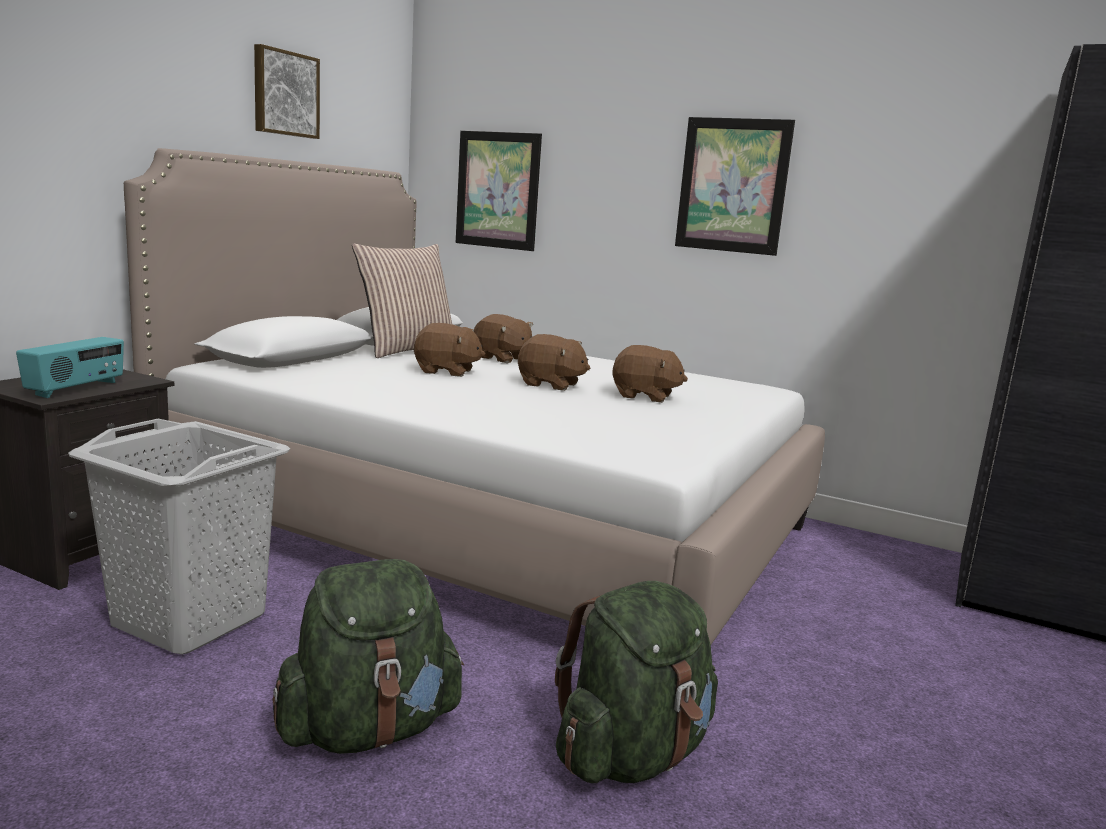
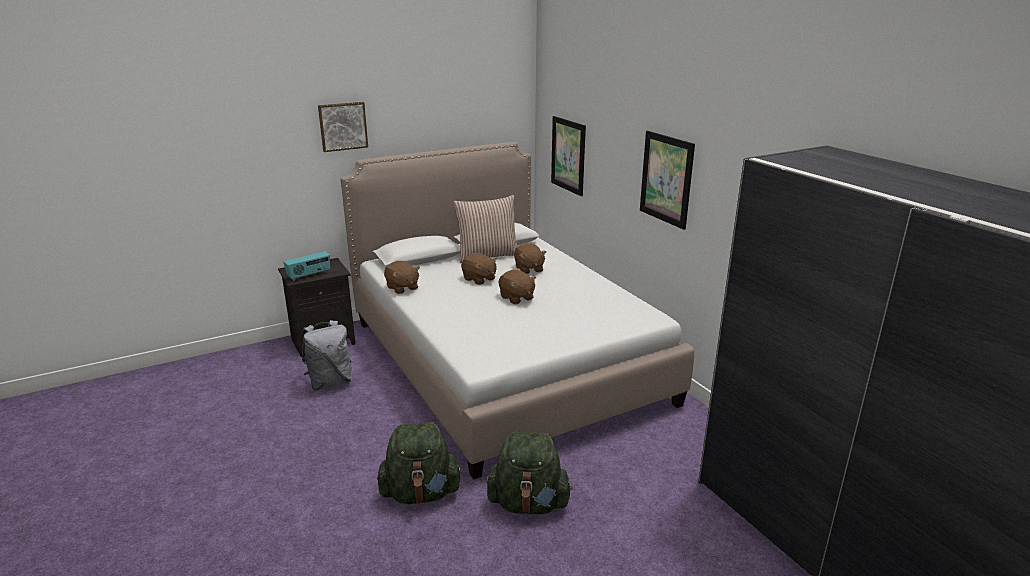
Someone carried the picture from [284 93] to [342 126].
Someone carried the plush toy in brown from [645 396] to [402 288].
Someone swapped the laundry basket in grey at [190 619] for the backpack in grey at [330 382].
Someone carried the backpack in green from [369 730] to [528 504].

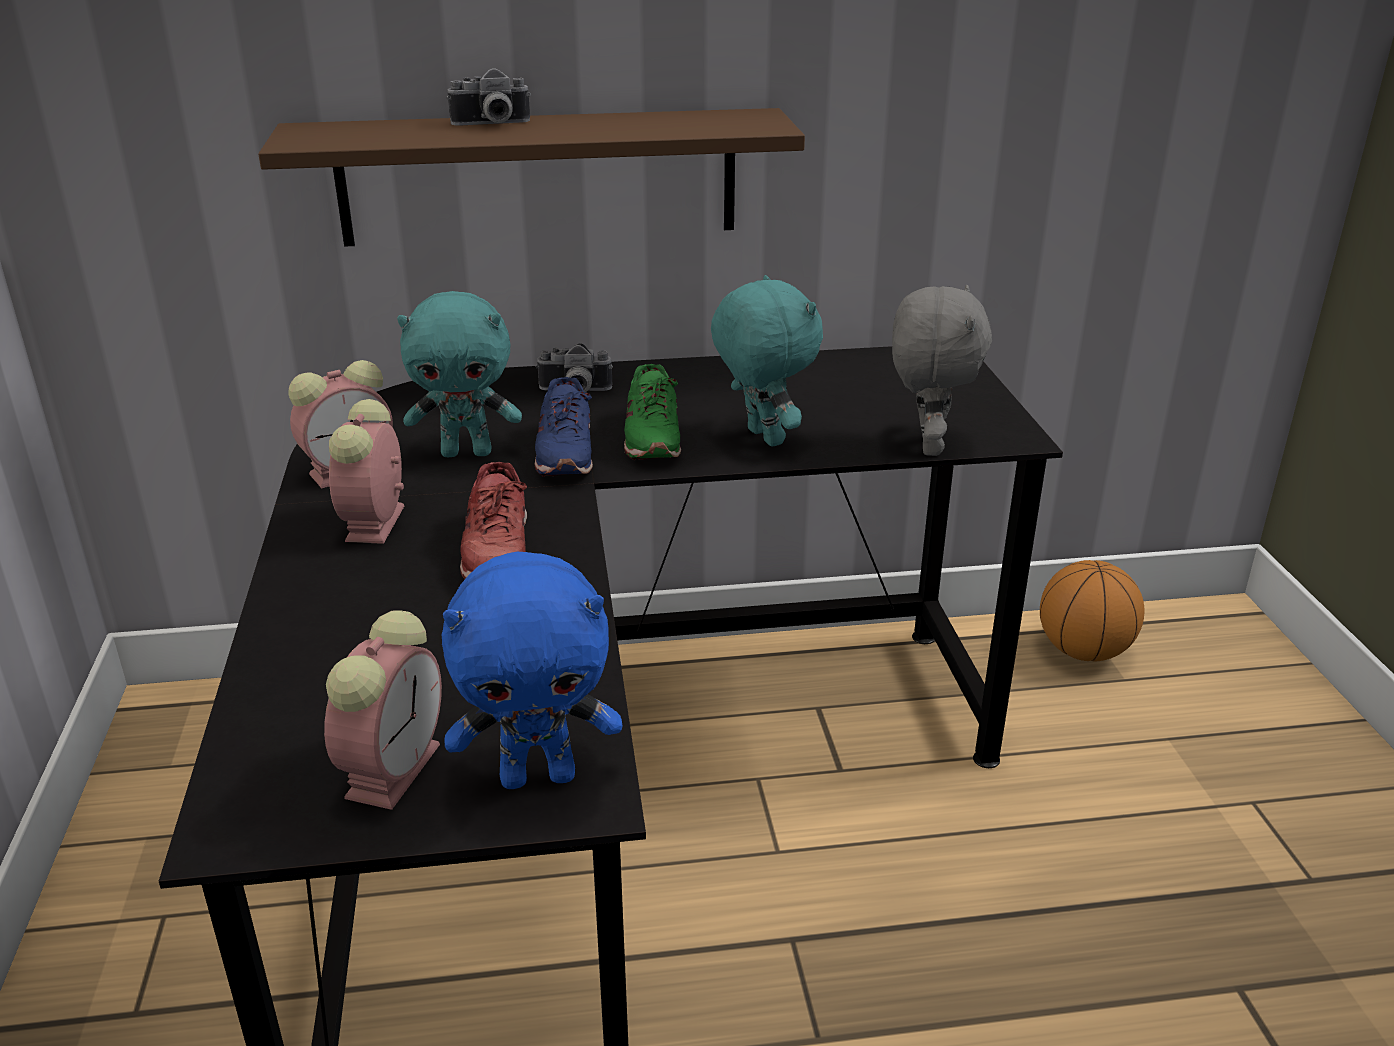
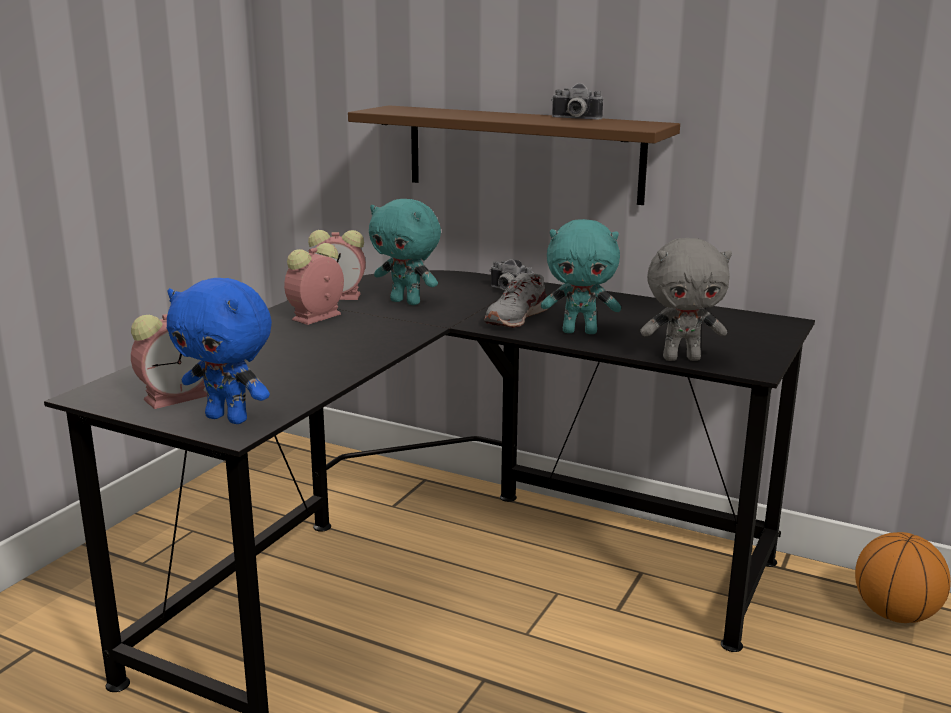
Someone carried the photo camera from [491 124] to [574 118].
Someone rotated the plush toy in turquoise at [762 437] by 90 degrees clockwise.
Someone rotated the plush toy in grey at [927 445] by 45 degrees clockwise.
Someone repainted the shoe in green at [651 436], which became the shoe in grey at [516 317].
Someone took away the shoe in blue at [564 451].
Someone took away the shoe in red at [496 549].

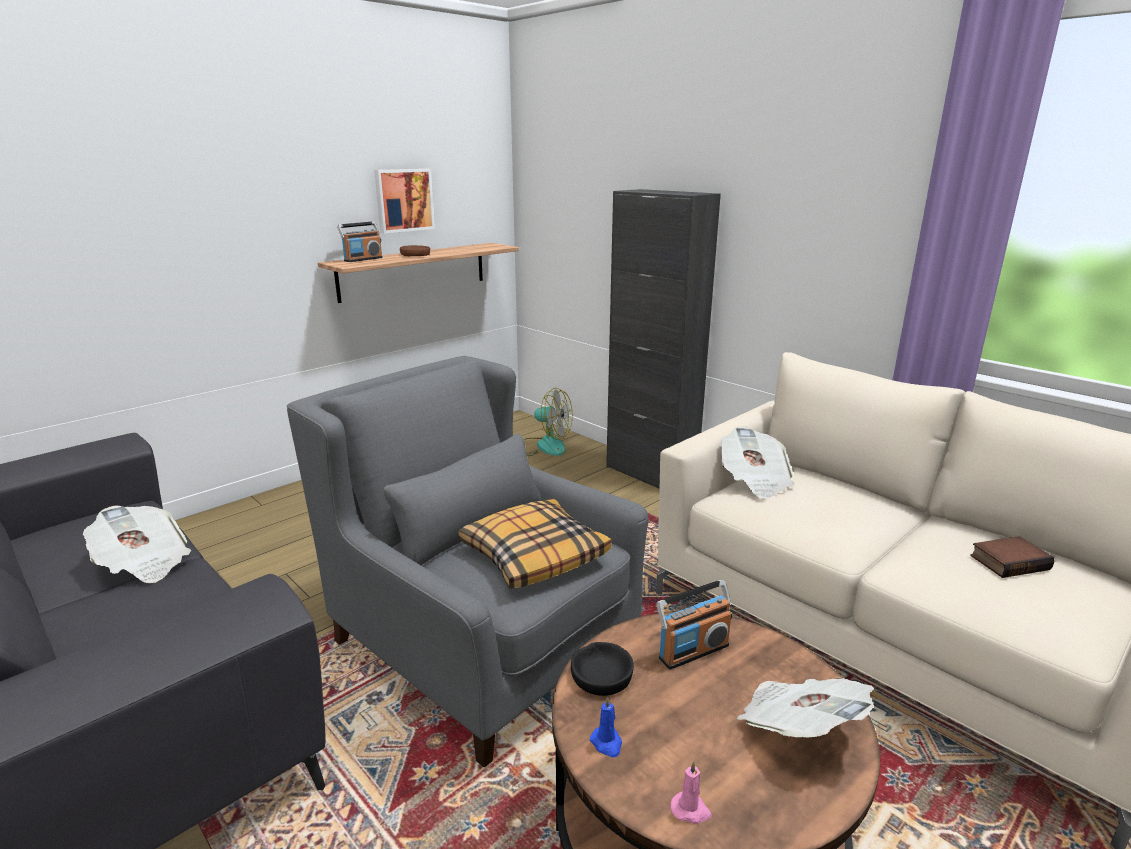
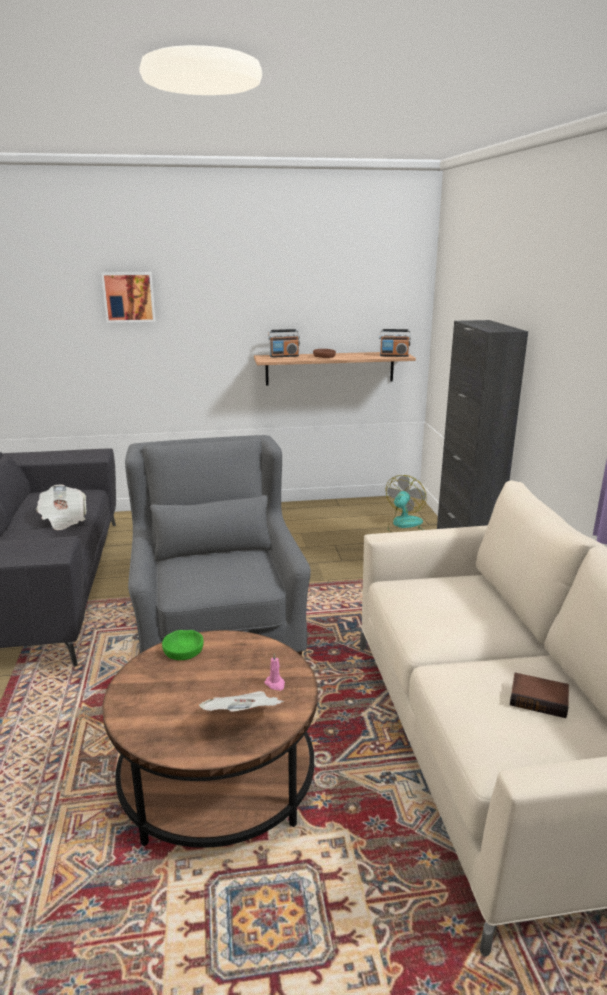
Someone carried the picture from [403 200] to [129 297].
Someone rotated the fan at [543 446] by 120 degrees counterclockwise.
Someone took away the newspaper at [754 481].
Someone took away the pillow at [533 555].
Someone carried the radio from [693 651] to [394 355].
Someone repainted the bowl in black at [601 675], which became the bowl in green at [183 649].
Someone took away the candle in blue at [607 743].
Someone carried the candle in pink from [691 810] to [275 684].

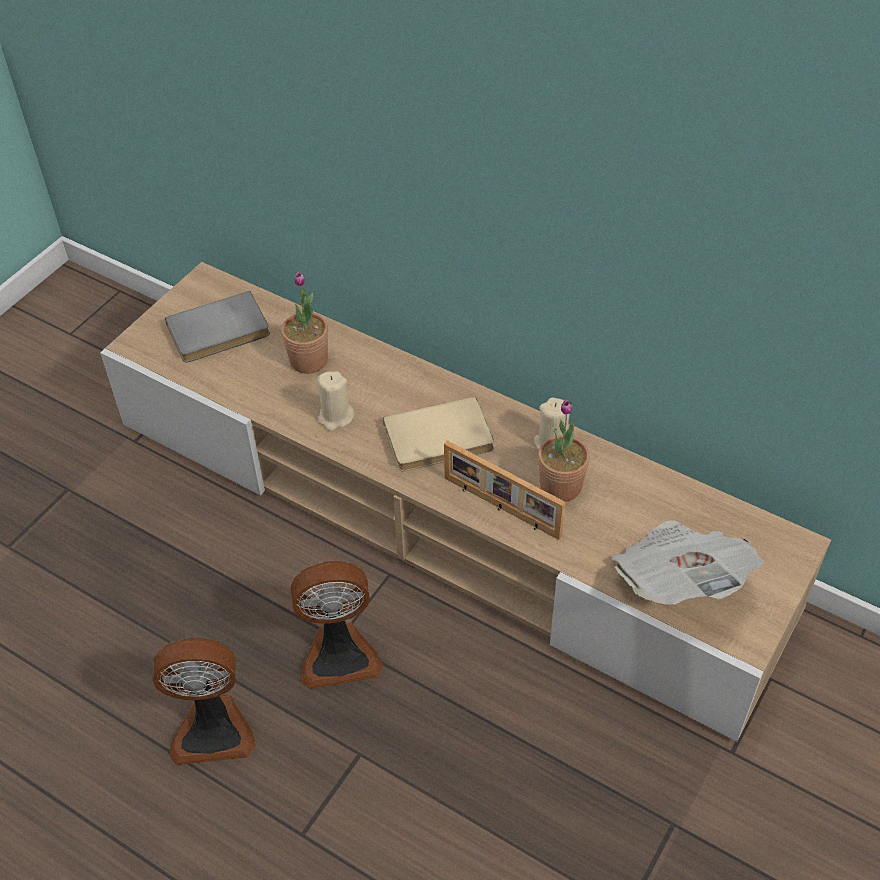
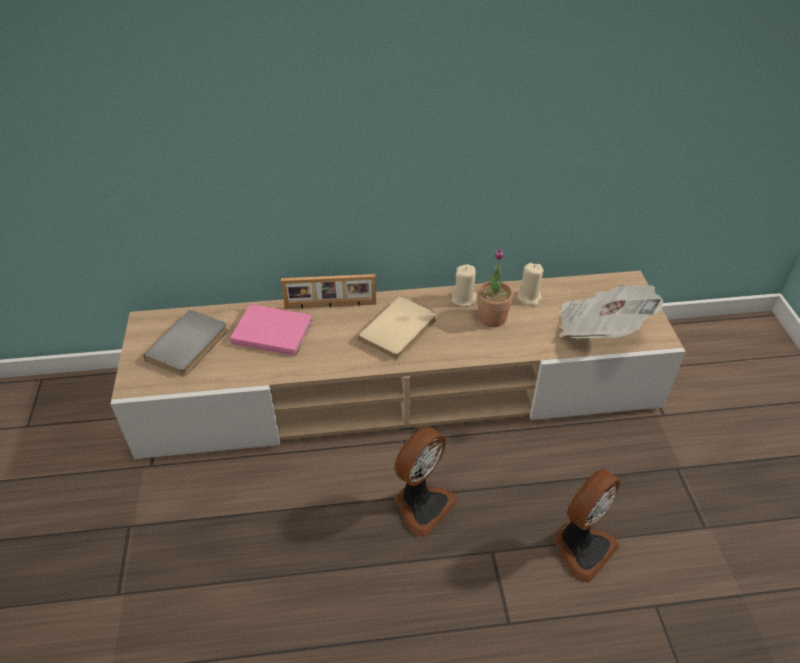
Someone swapped the potted plant at [309 360] for the book in pink at [271 331].
Someone carried the candle in beige from [335 417] to [529 297].
Someone carried the picture frame from [500 508] to [330 306].
Someone carried the fan from [213 728] to [581 547].

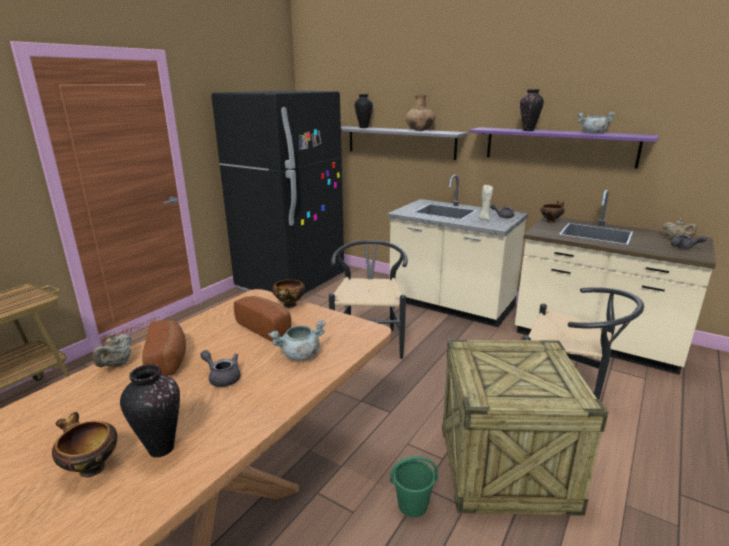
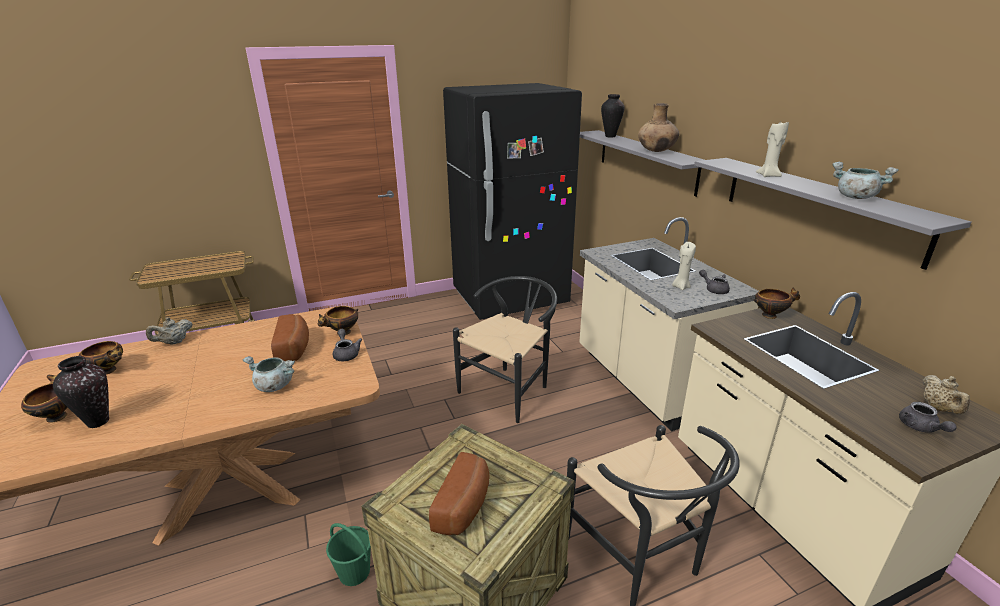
Someone swapped the vase at [528 130] for the candle in beige at [768 175].
Someone repainted the shelf in purple at [558 146], which became the shelf in grey at [817 206].
Someone carried the bread from [169 360] to [465 506].
Someone carried the teapot in grey from [222 377] to [346 354].
Someone put down the bowl at [109 370].

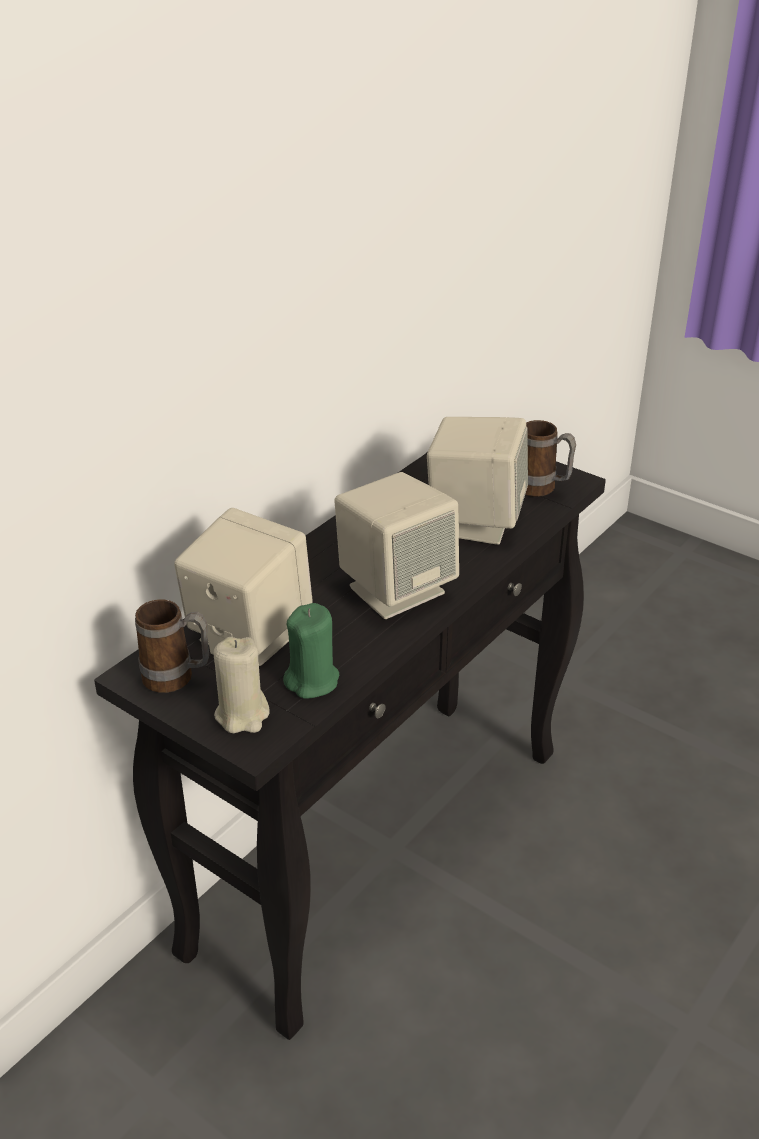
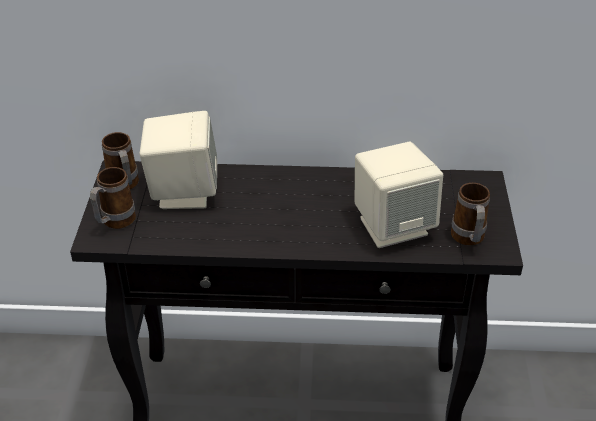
Someone took away the speaker in beige at [396 589].
Someone took away the candle in green at [312 681].
Someone swapped the candle in beige at [242 715] for the mug at [114 223].

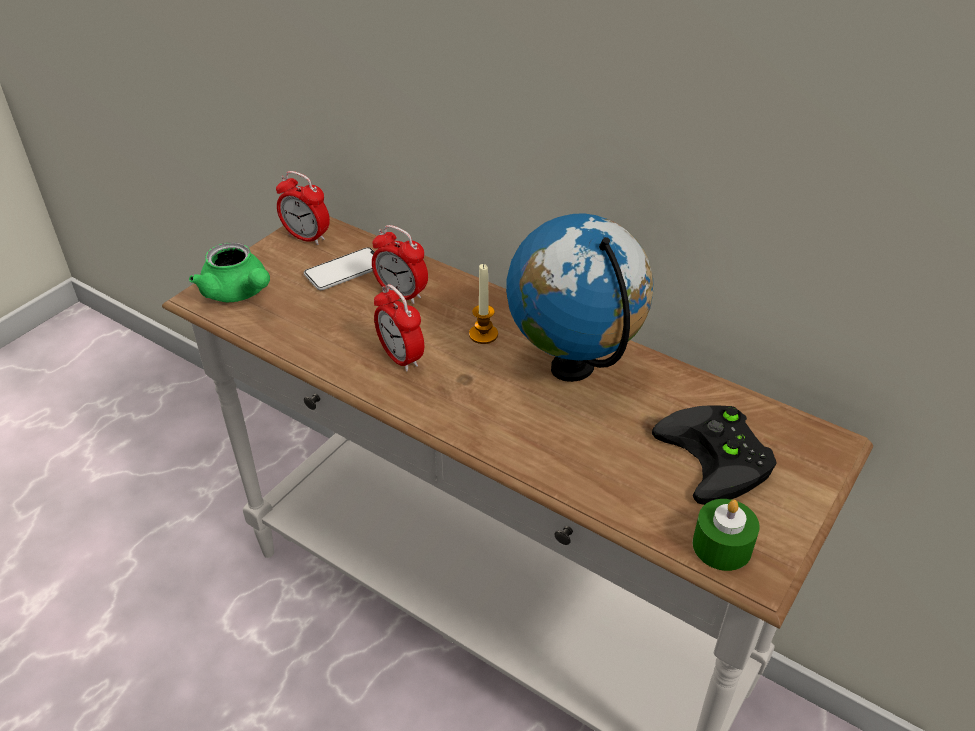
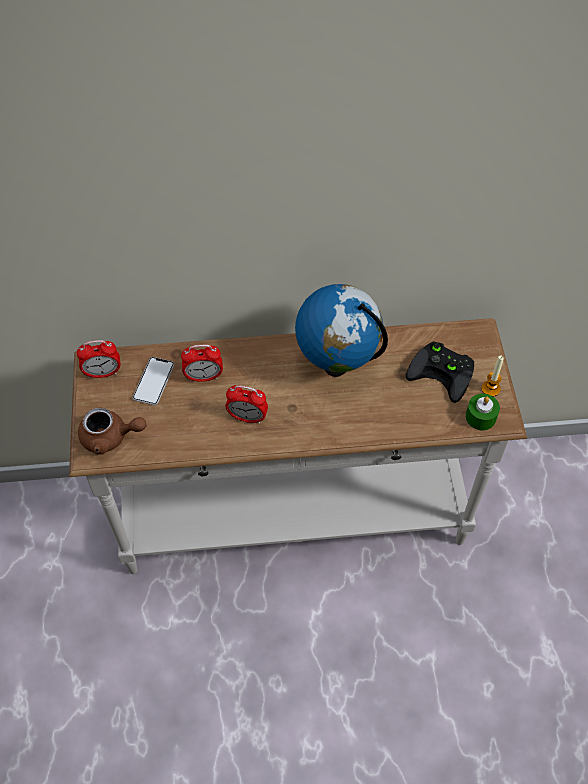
Someone repainted the teapot in green at [239 293], which became the teapot in brown at [110 437].
Someone carried the candle from [483 334] to [490 389].

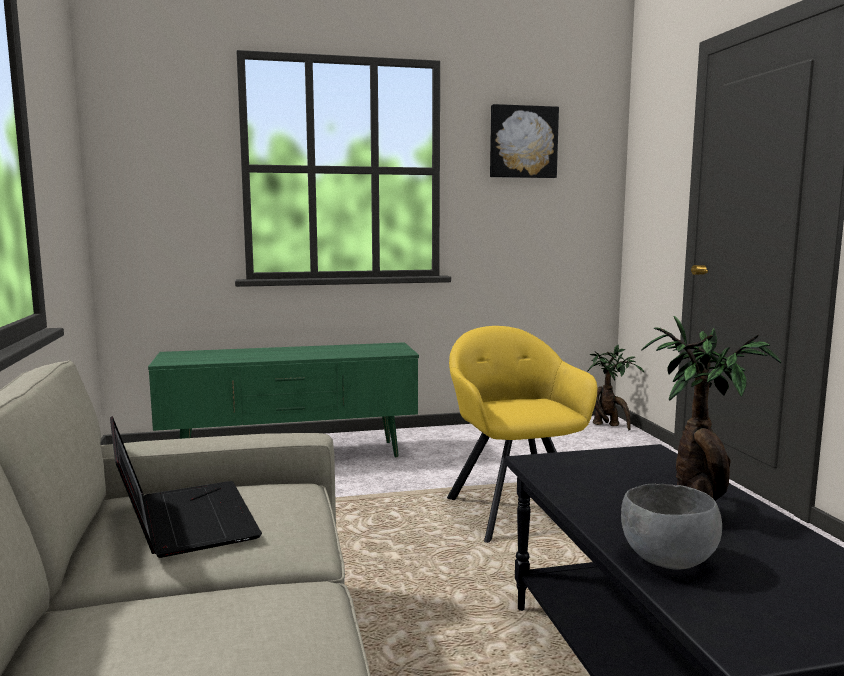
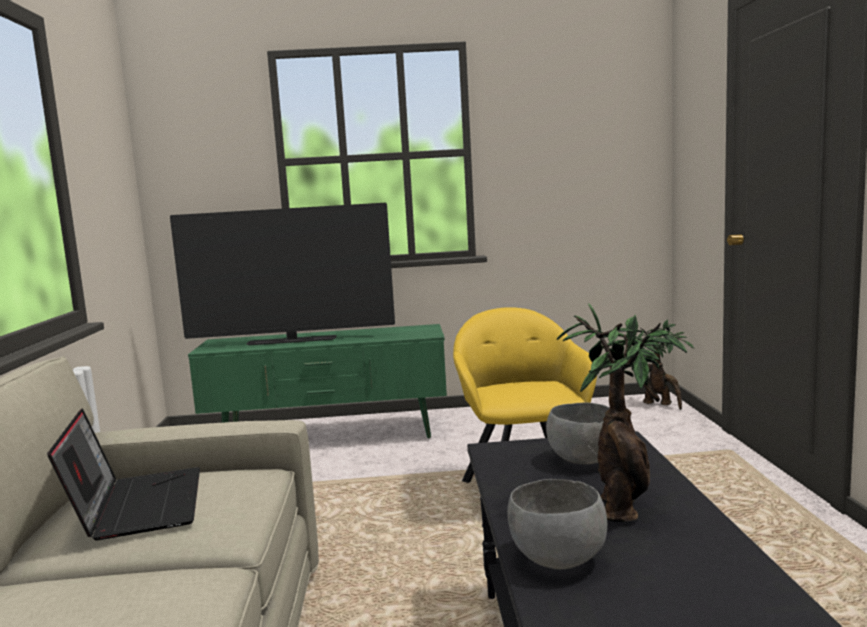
Someone took away the picture at [523 142].
Someone put down the television at [292 341].
Someone put down the bowl in grey at [583 460].

